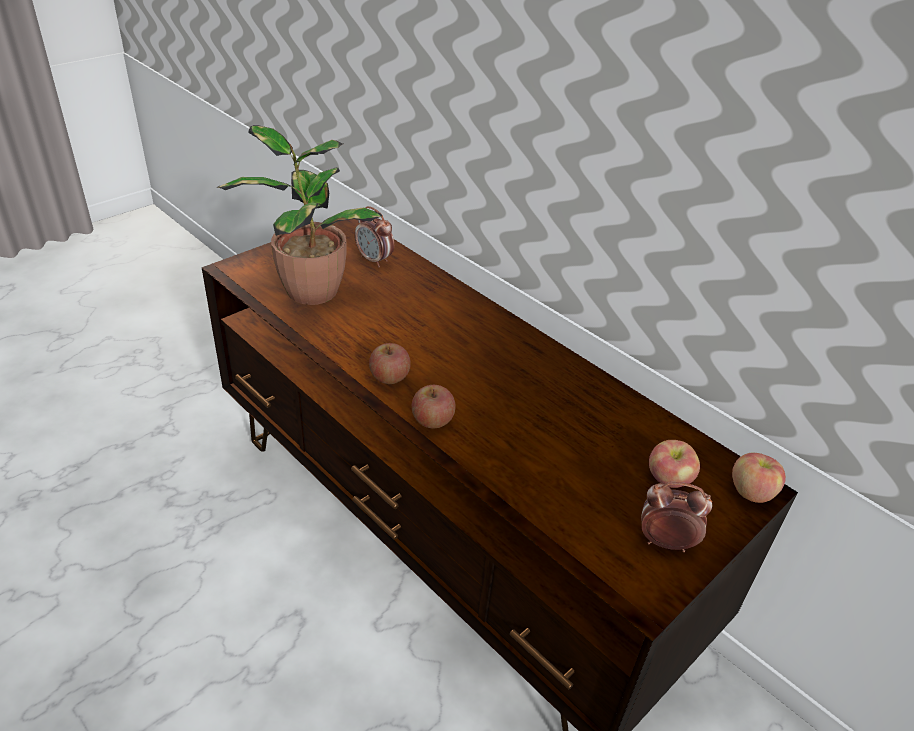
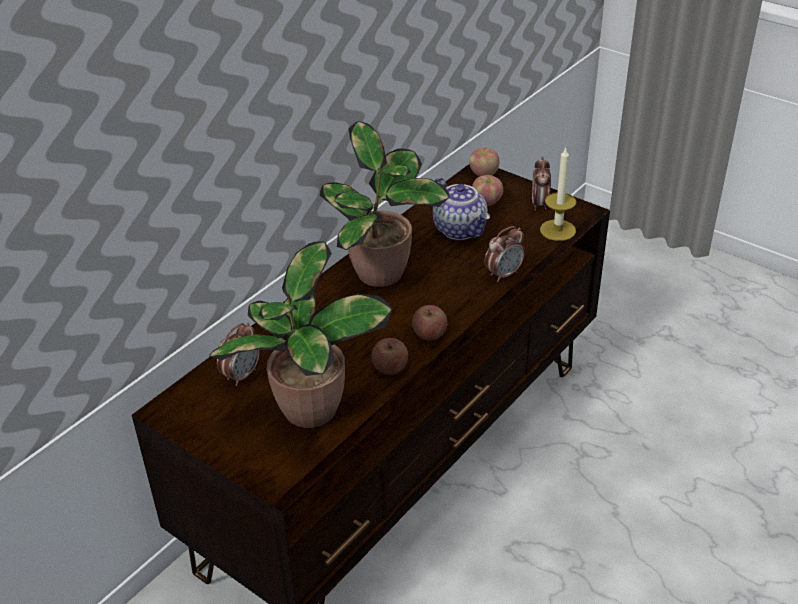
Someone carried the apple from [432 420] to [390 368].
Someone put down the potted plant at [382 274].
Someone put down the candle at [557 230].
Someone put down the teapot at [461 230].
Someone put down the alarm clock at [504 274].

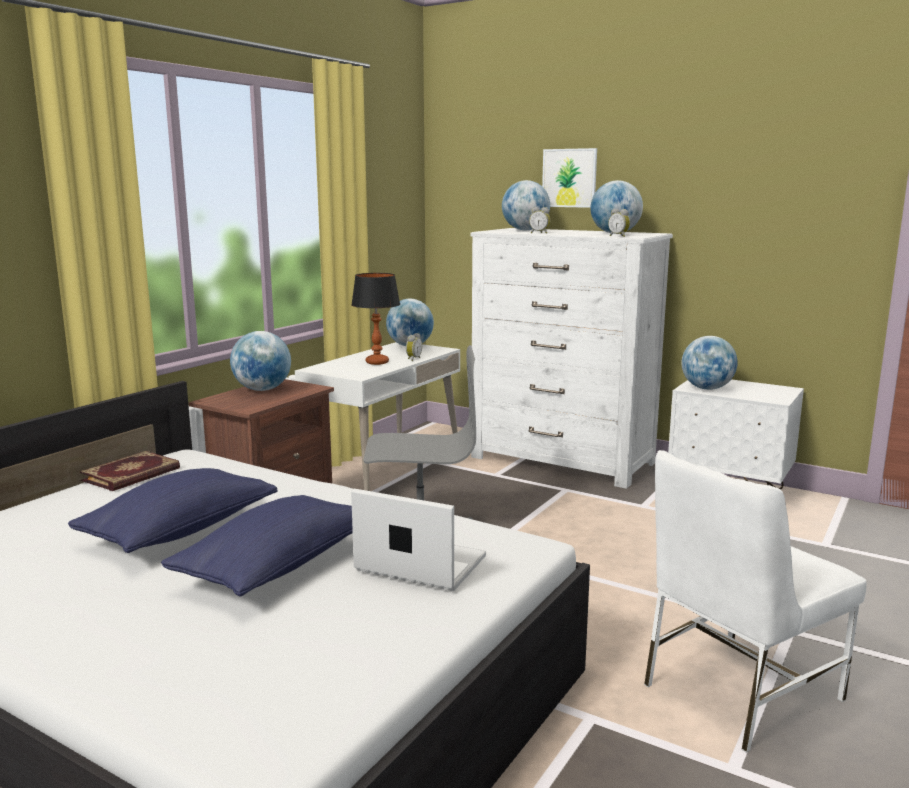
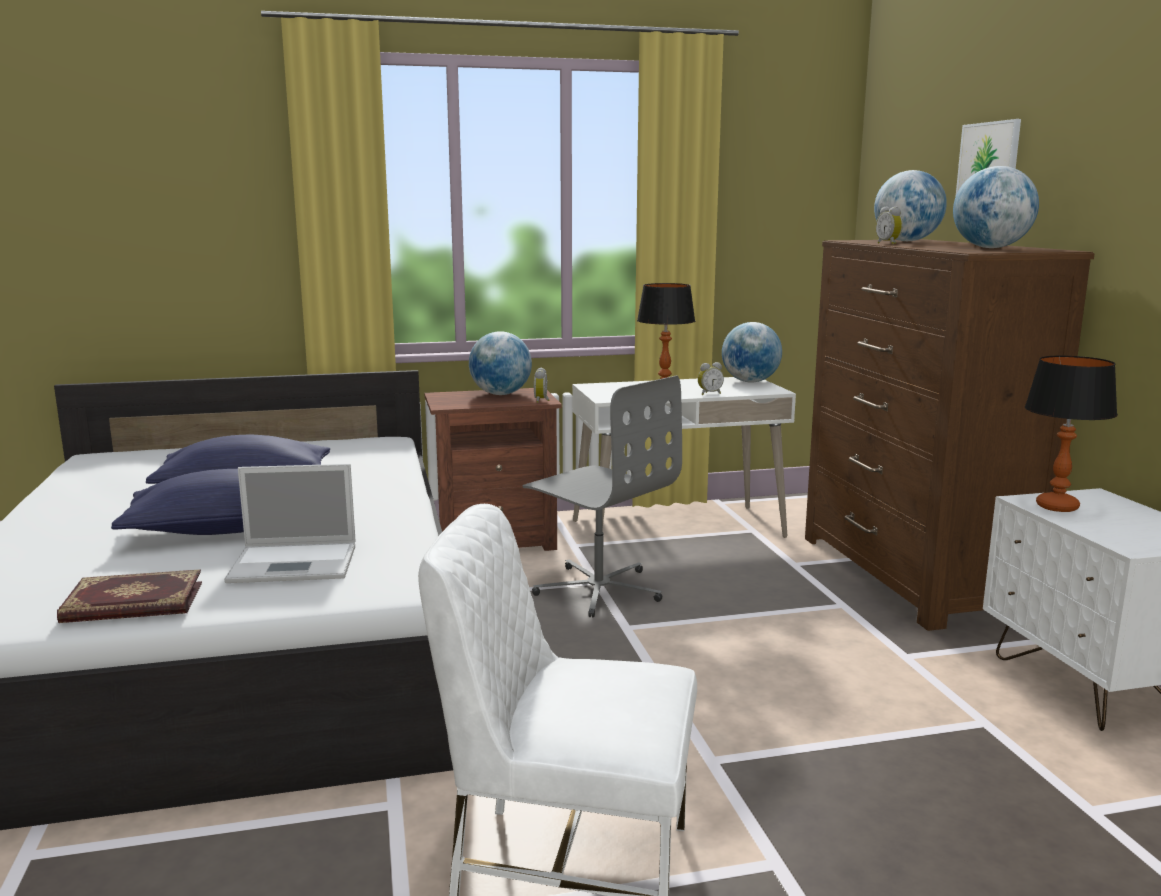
Someone carried the alarm clock from [619 236] to [542 401].
Someone repainted the dresser in white at [562 460], which became the dresser in brown at [910 574].
Someone swapped the globe at [707 388] for the table lamp at [1057 507].
Someone carried the book from [132 475] to [133 603].
Someone rotated the laptop at [418 563] by 105 degrees clockwise.

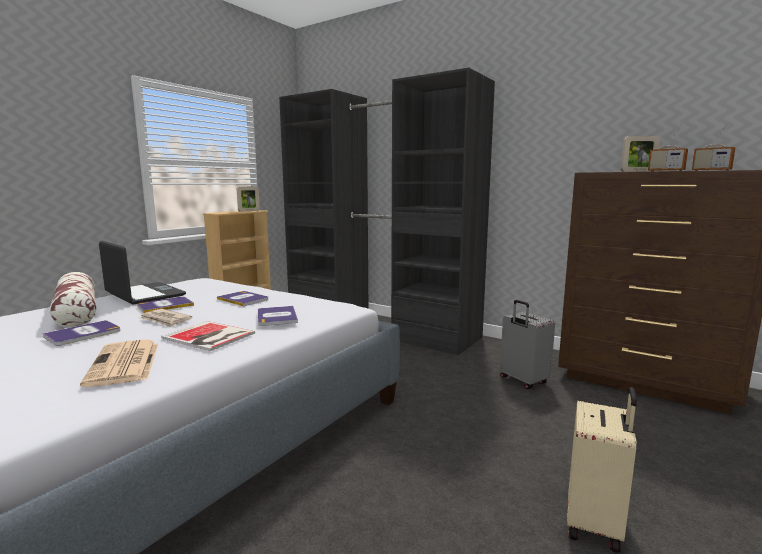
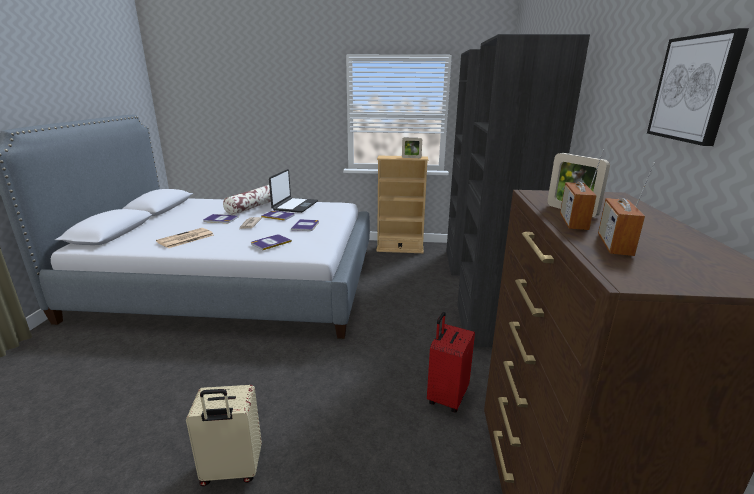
Someone repainted the suitcase in grey at [522 381], which became the suitcase in red at [446 397].
Someone took away the book at [209 337].
Someone put up the picture at [694 89].

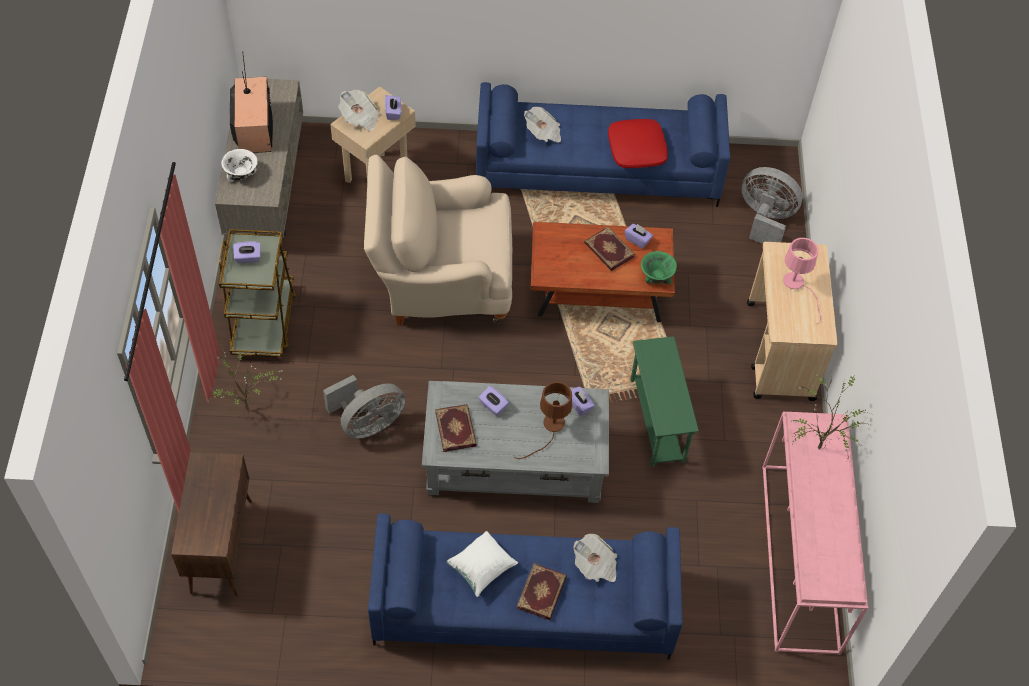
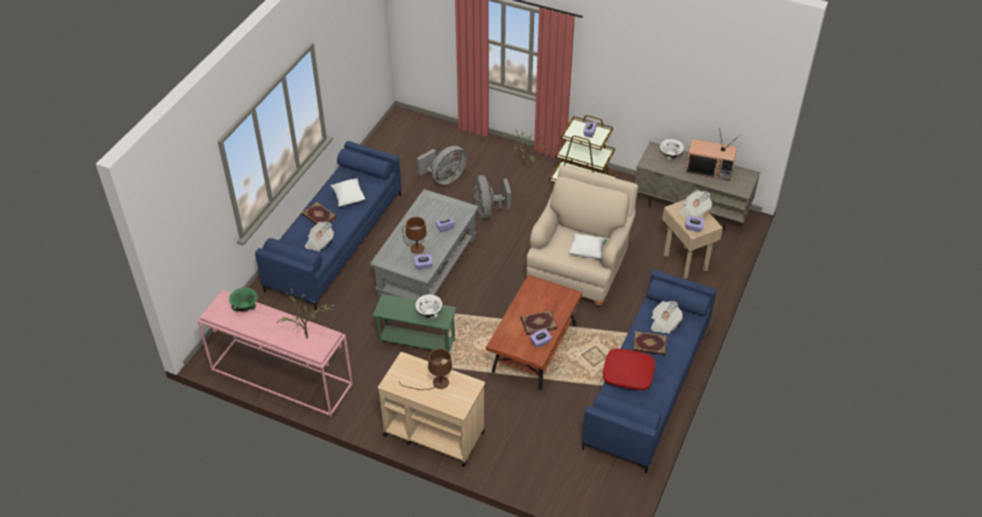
Someone carried the fan in grey from [765 219] to [444 178].
Someone repainted the table lamp in pink at [797 287], which became the table lamp in brown at [436 384].
Someone carried the bowl in green from [657 276] to [245 307].
Someone carried the book from [456 429] to [649 345].
Someone took away the cabinet in brown at [221 545].
Someone put down the pillow in white at [587 252].
Someone put down the bowl in white at [429 313].

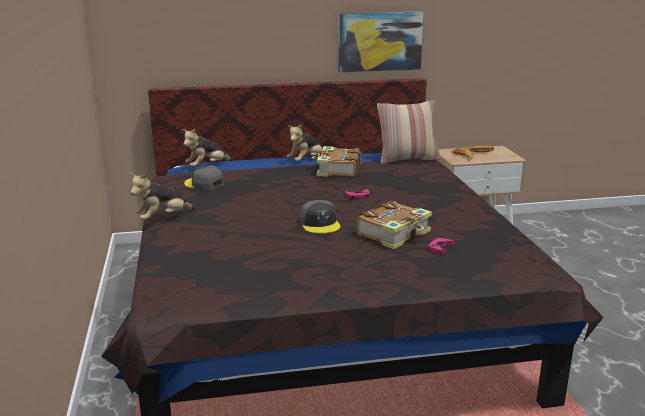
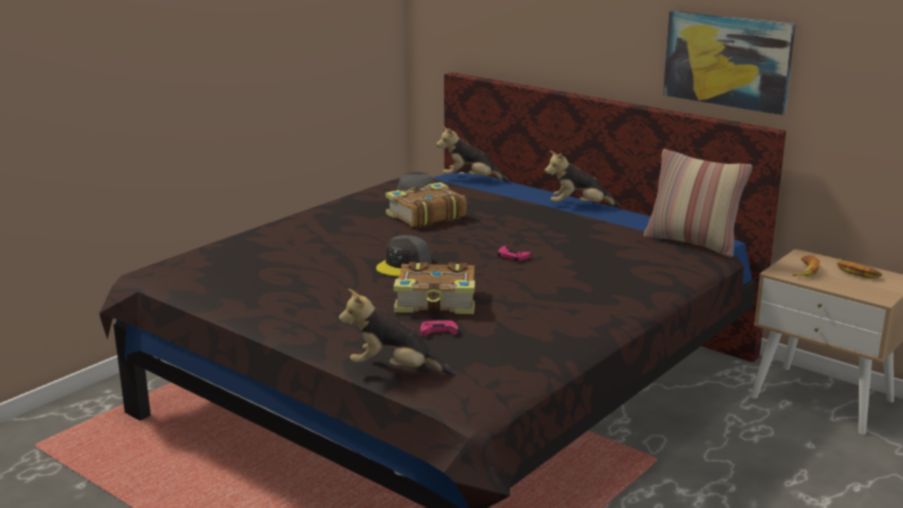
Someone carried the book from [337 170] to [424 216].
Someone carried the plush toy from [163 218] to [394 369].

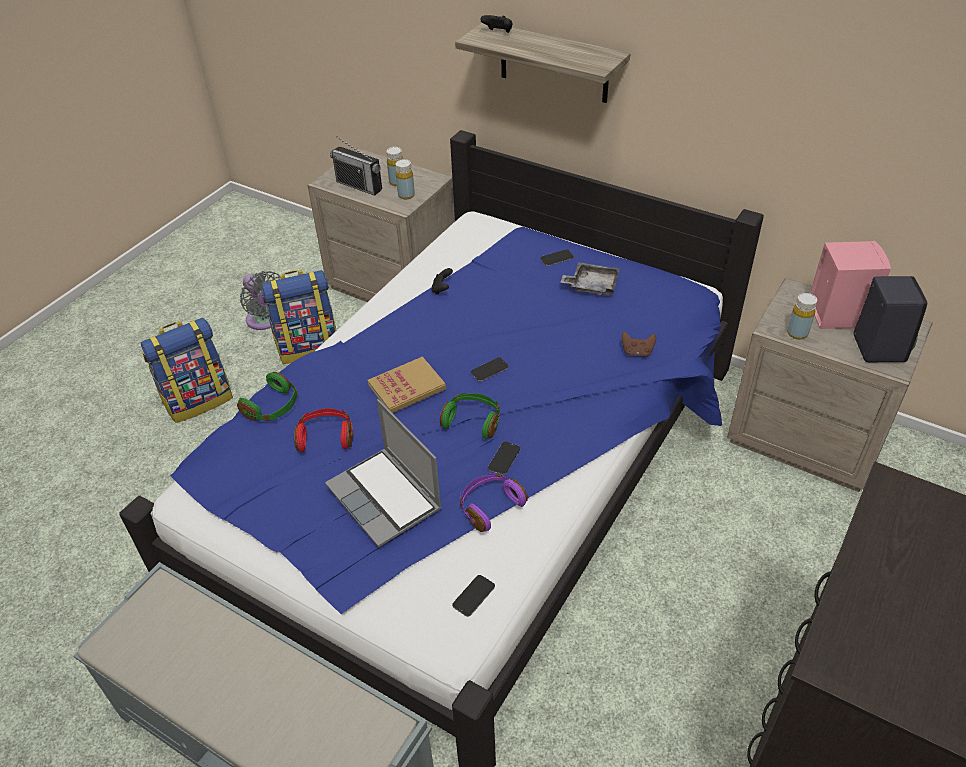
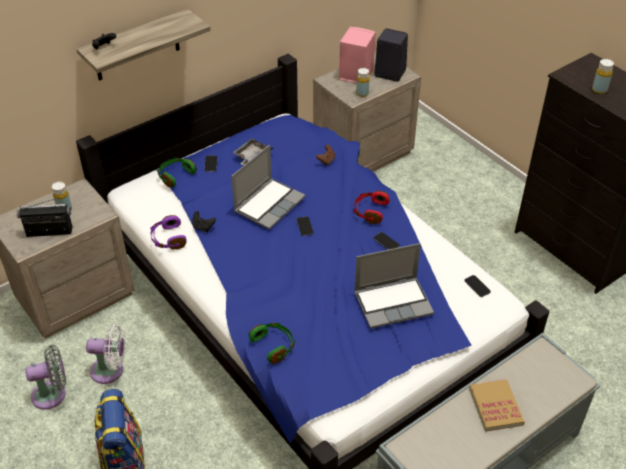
Someone rotated the radio at [359 186] by 150 degrees counterclockwise.
Someone carried the bottle in yellow from [406 195] to [599 90].
Someone swapped the backpack at [308 347] for the fan in white at [110 370].
Someone carried the book from [407 387] to [495 406].
Someone carried the headphones in green from [473 421] to [175 175].
Someone carried the headphones in red from [326 436] to [370 211].
Someone carried the headphones in purple from [490 506] to [168 239].
Someone put down the laptop at [269 204].

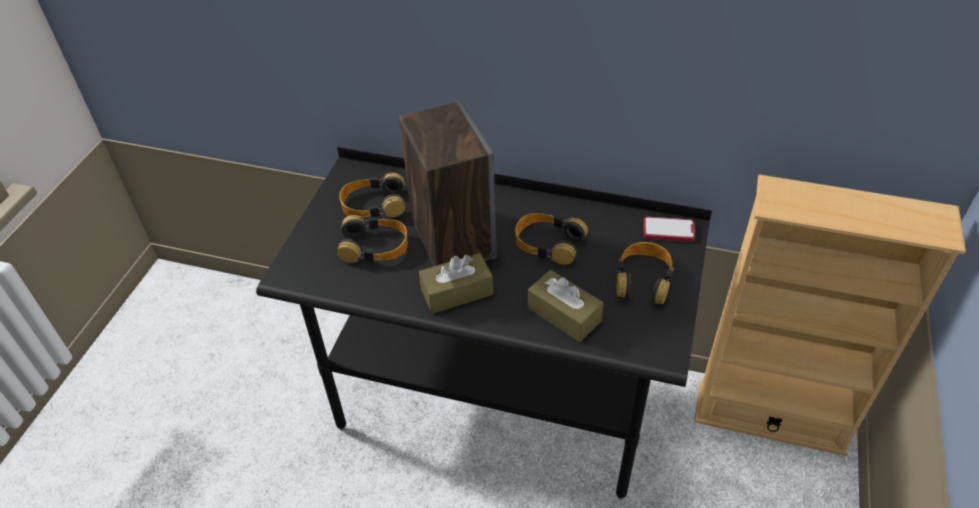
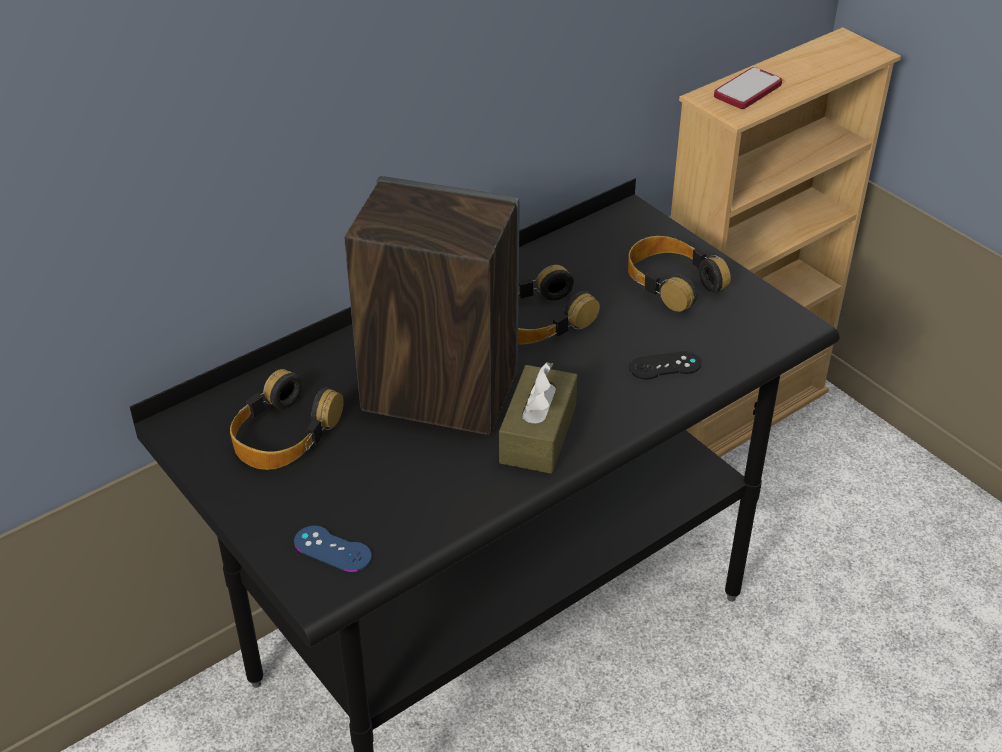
Someone took away the headphones at [375 246].
Someone carried the phone from [668 230] to [747 90].
Someone swapped the tissue box in brown at [564 314] for the game controller in black at [665 366].
Someone put down the game controller in blue at [332 549].

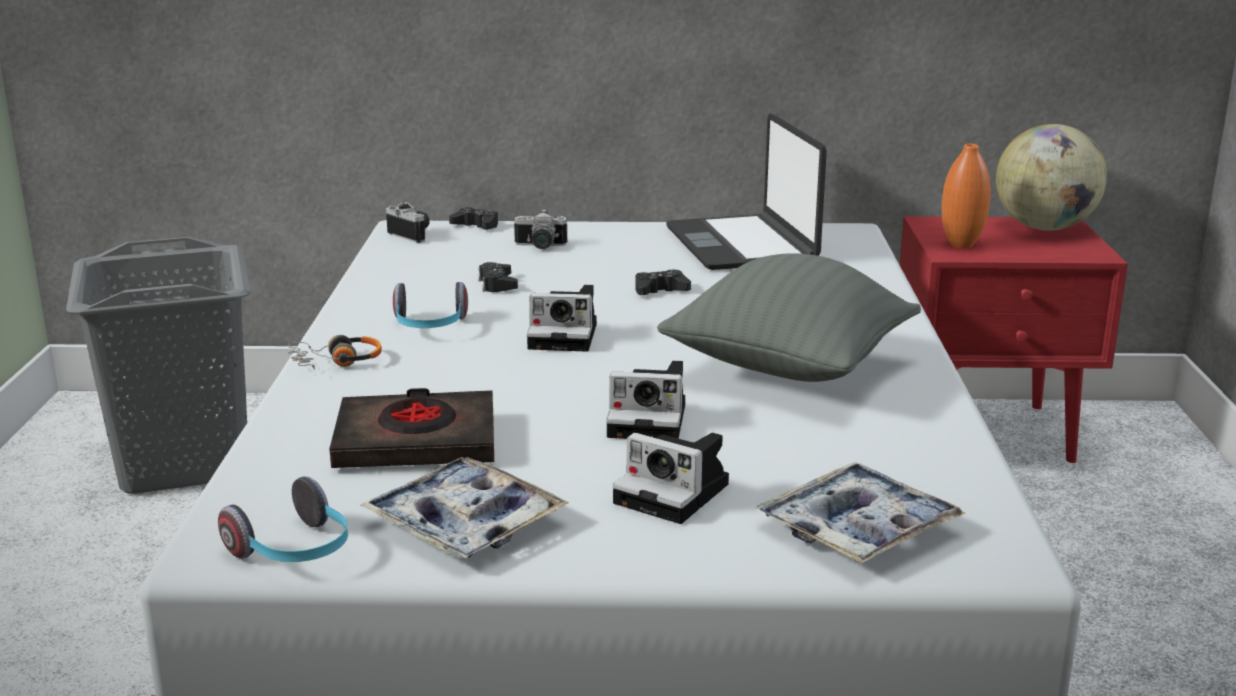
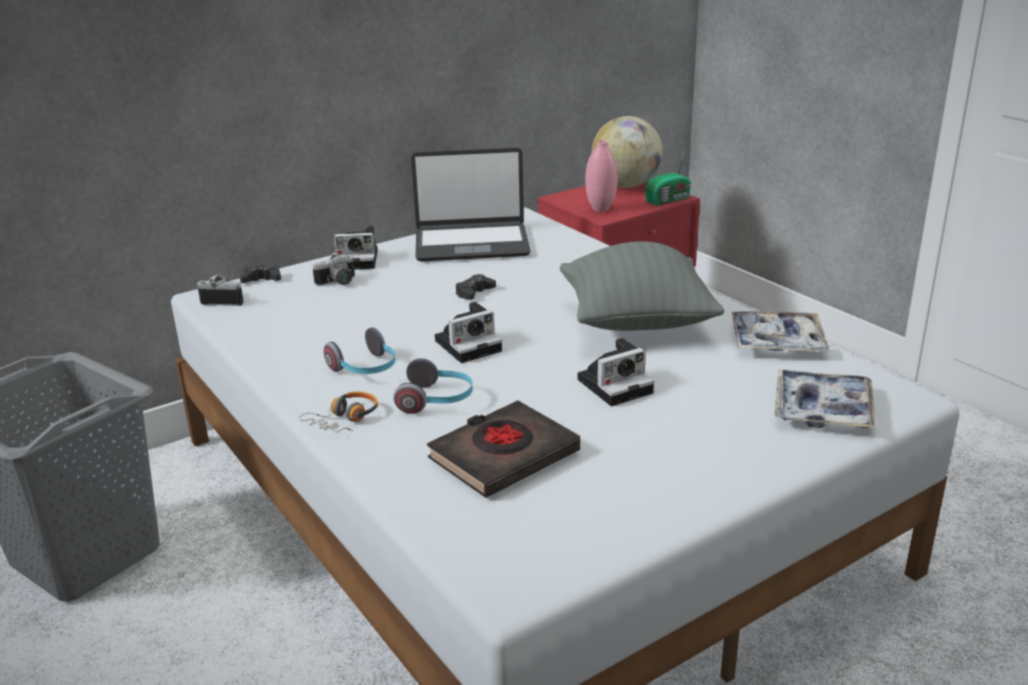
Someone rotated the laptop at [742 245] by 45 degrees counterclockwise.
Someone repainted the vase in orange at [961 245], which became the vase in pink at [600 209].
Someone took away the game controller in black at [497 284].
Someone carried the photo camera from [676 494] to [359 260].
Someone carried the tray from [465 523] to [777 341].
Someone carried the headphones from [295 552] to [437 400].
Someone put down the radio at [669 200].

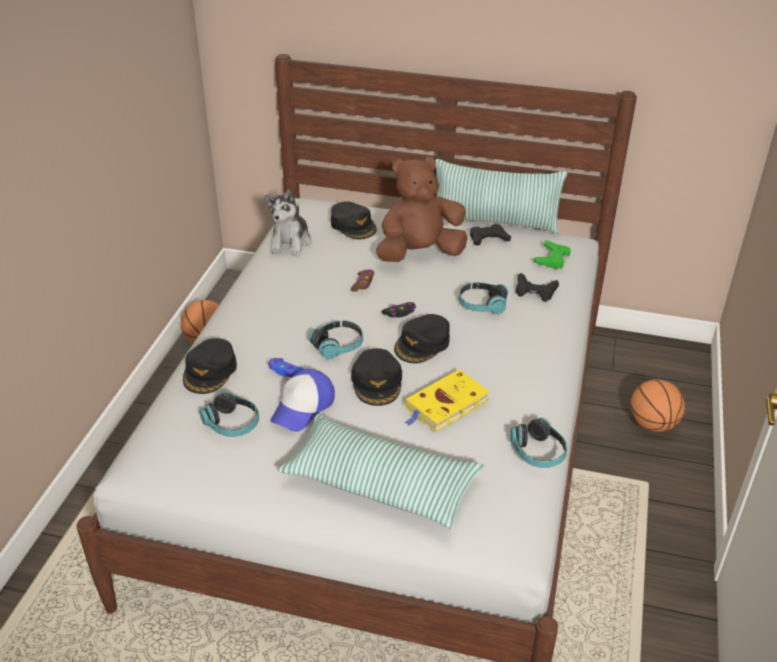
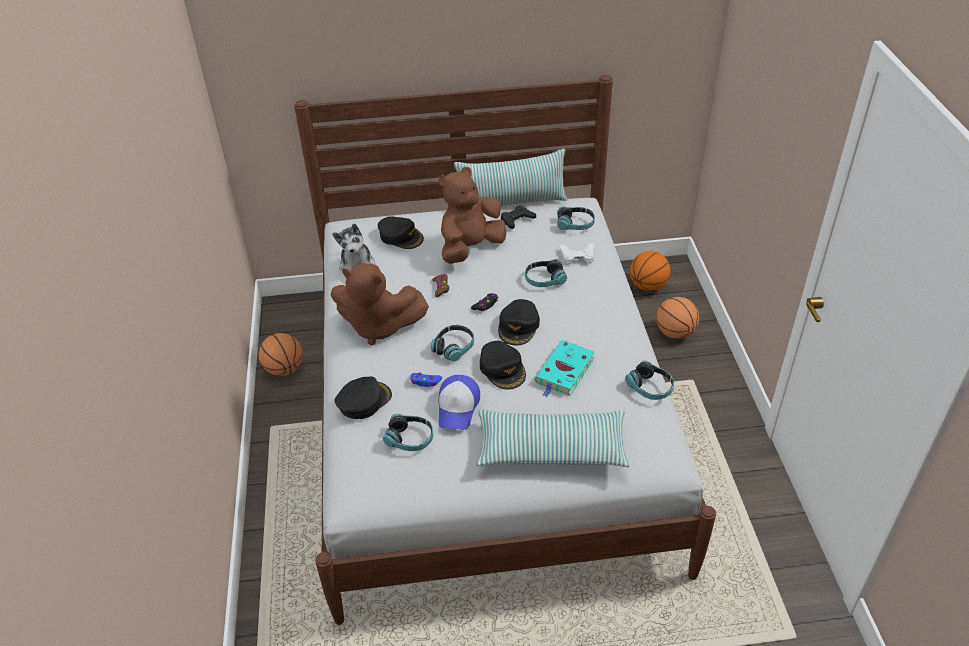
Someone swapped the game controller in green at [552 258] for the headphones at [575 224].
Someone repainted the game controller in black at [535 291], which became the game controller in white at [577 256].
Someone rotated the cap in black at [210 371] by 120 degrees counterclockwise.
Someone repainted the book in yellow at [445 405], which became the book in turquoise at [564 372].
Someone put down the basketball at [648 286].
Someone put down the plush toy in brown at [378 326].

